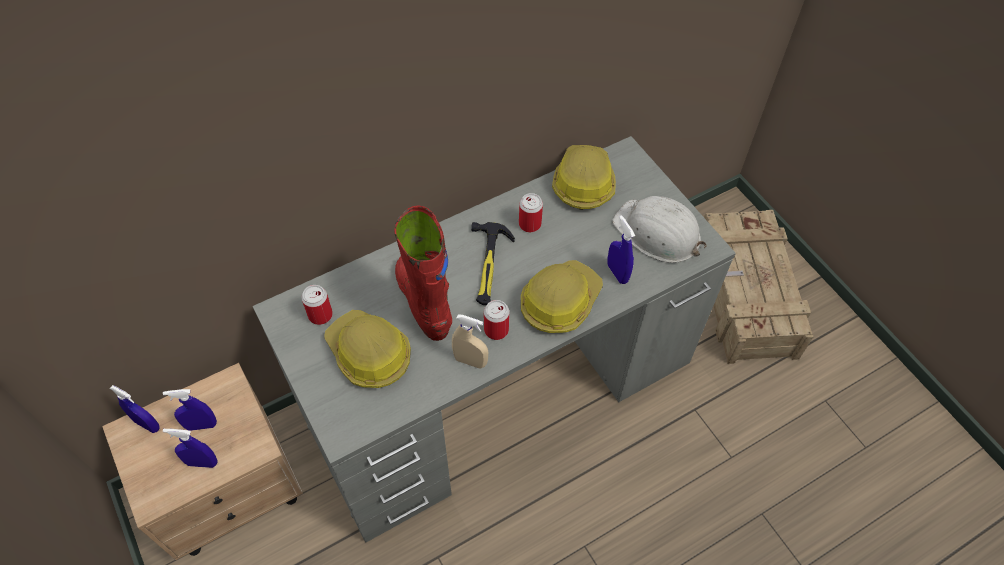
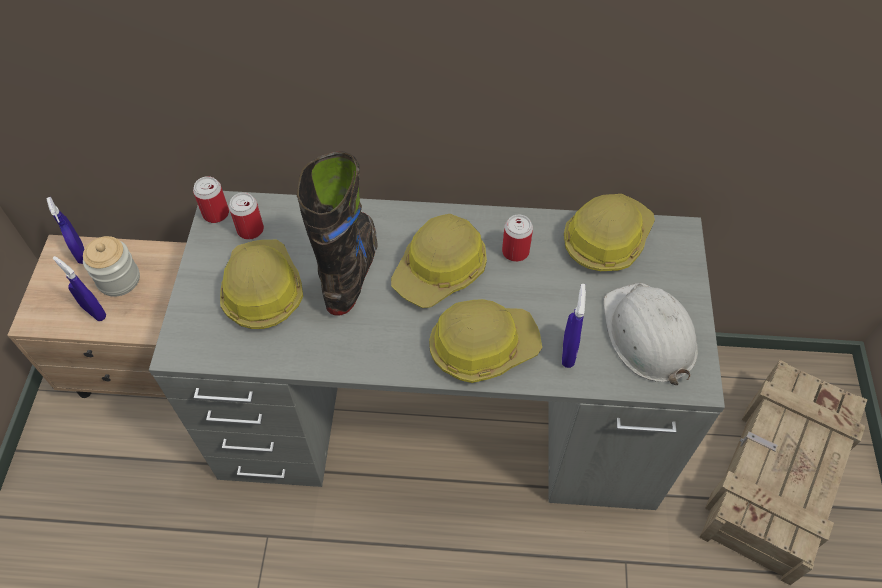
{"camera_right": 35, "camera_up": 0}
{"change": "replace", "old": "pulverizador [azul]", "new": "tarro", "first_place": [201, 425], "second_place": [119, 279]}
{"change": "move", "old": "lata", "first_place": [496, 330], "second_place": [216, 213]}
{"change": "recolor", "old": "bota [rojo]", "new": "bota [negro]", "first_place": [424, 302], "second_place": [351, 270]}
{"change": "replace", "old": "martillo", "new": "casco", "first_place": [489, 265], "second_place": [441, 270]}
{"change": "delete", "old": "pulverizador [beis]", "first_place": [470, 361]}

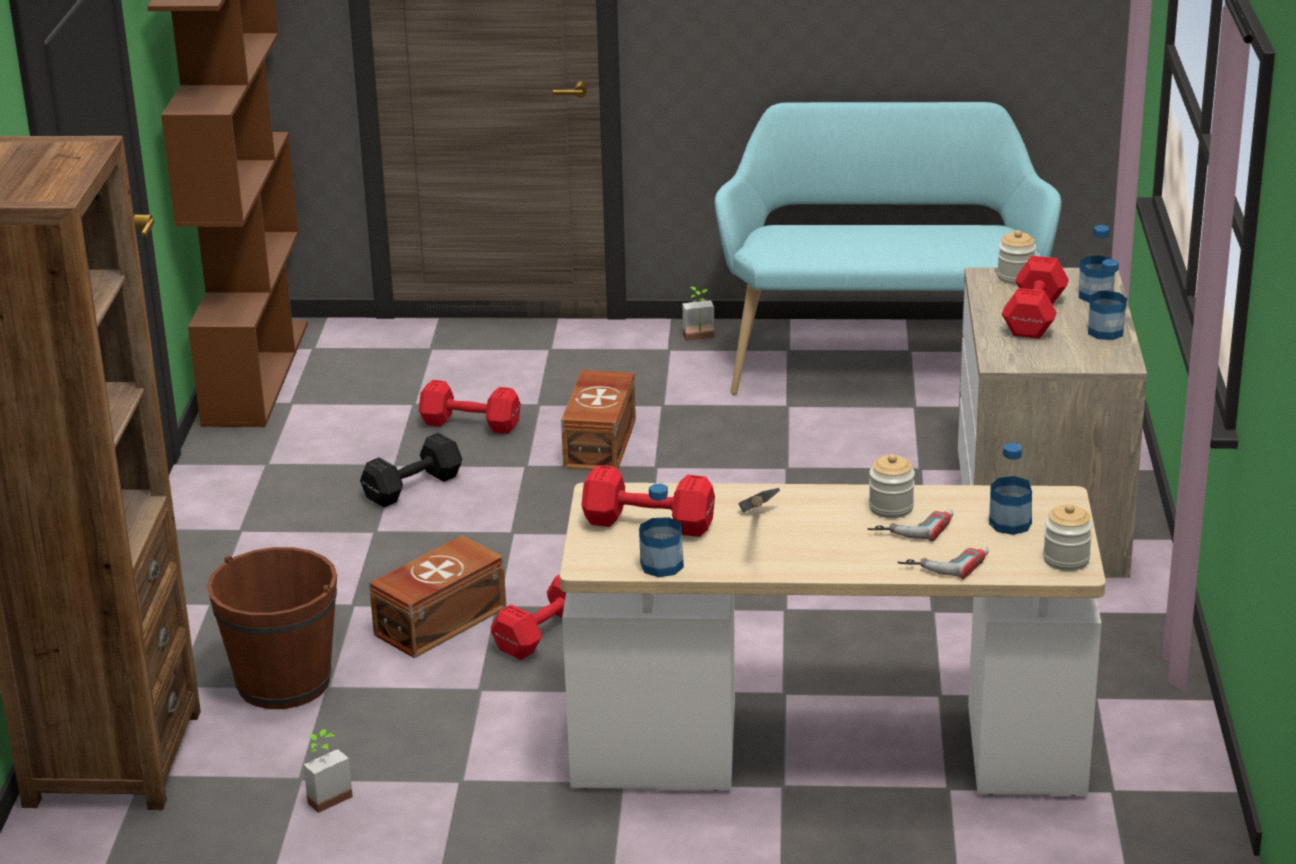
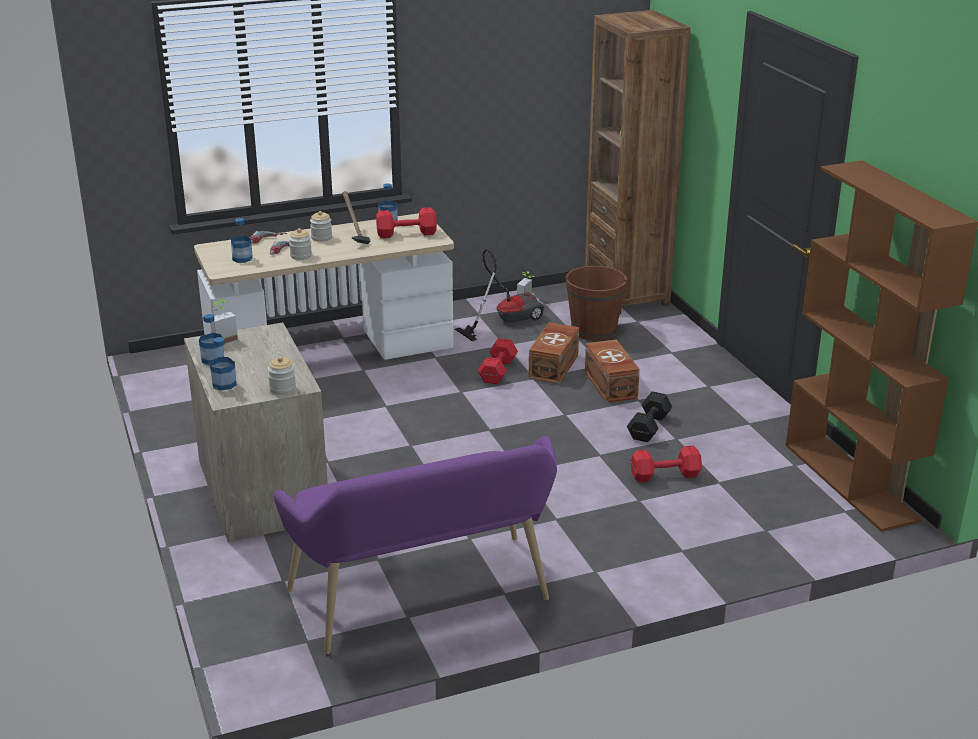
{"camera_right": 155, "camera_up": 0}
{"change": "move", "old": "planta en maceta", "first_place": [700, 339], "second_place": [222, 338]}
{"change": "recolor", "old": "banco [turquesa]", "new": "banco [morado]", "first_place": [882, 359], "second_place": [425, 601]}
{"change": "move", "old": "tarro", "first_place": [1066, 559], "second_place": [321, 238]}
{"change": "insert", "new": "aspiradora", "second_place": [505, 320]}
{"change": "move", "old": "caja de almacenaje [marrón]", "first_place": [602, 443], "second_place": [610, 385]}
{"change": "delete", "old": "mancuerna [rojo]", "first_place": [1033, 318]}

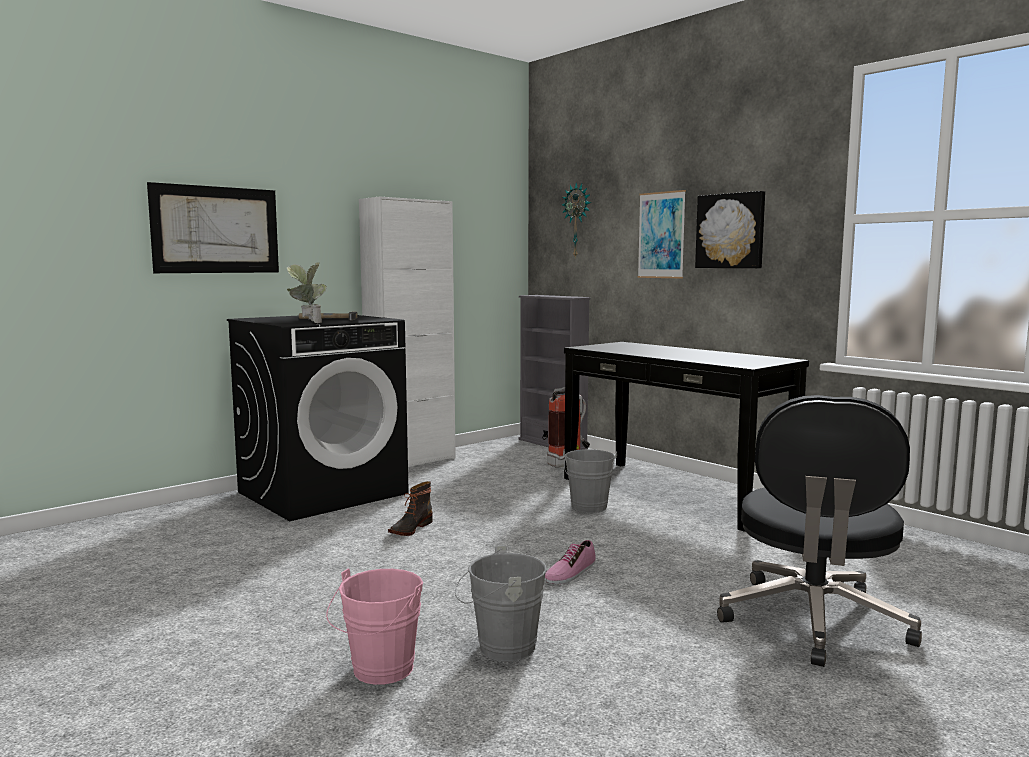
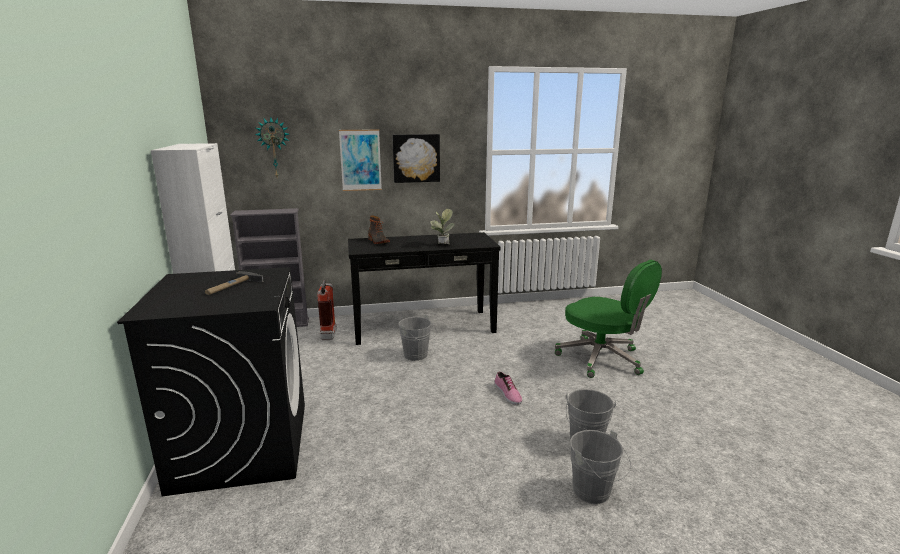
{"camera_right": -60, "camera_up": 10}
{"change": "move", "old": "bota", "first_place": [410, 528], "second_place": [378, 241]}
{"change": "move", "old": "planta en maceta", "first_place": [307, 323], "second_place": [442, 245]}
{"change": "recolor", "old": "silla de oficina [negro]", "new": "silla de oficina [verde]", "first_place": [813, 622], "second_place": [602, 359]}
{"change": "recolor", "old": "cubo [rosa]", "new": "cubo [gris]", "first_place": [379, 672], "second_place": [594, 493]}
{"change": "delete", "old": "cuadro", "first_place": [216, 230]}

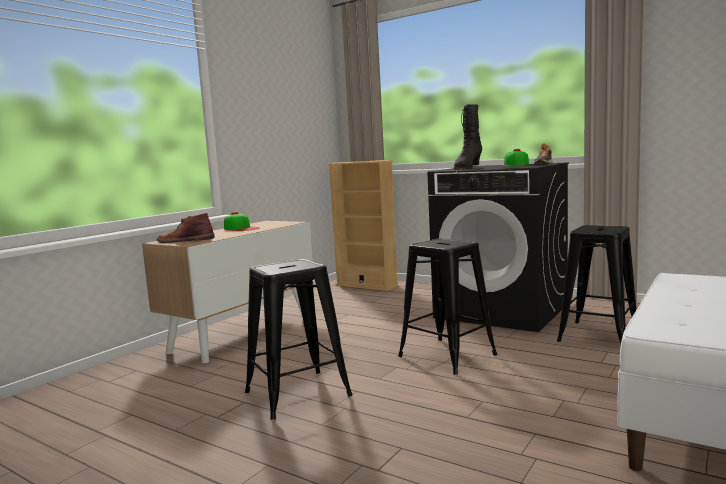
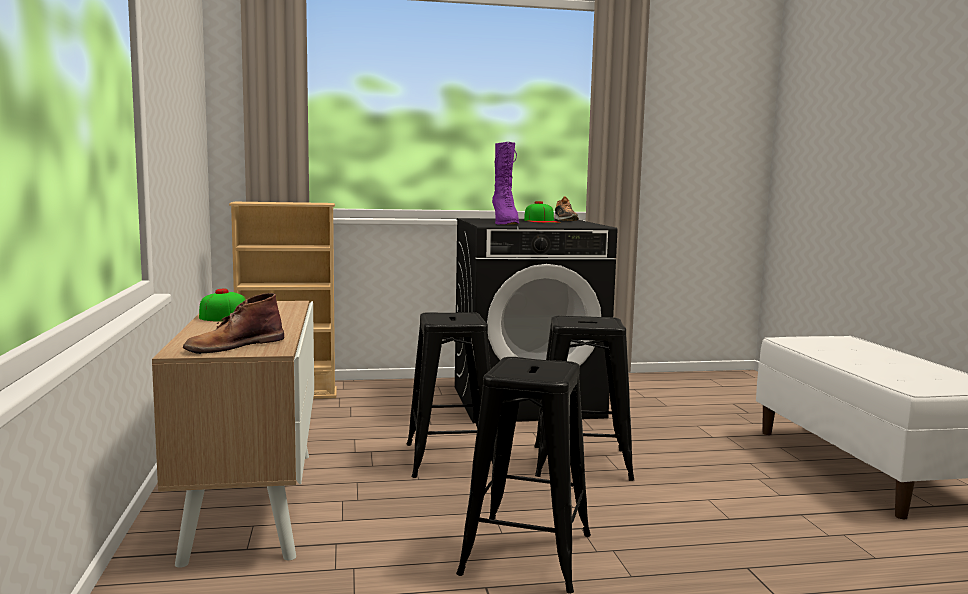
{"camera_right": -45, "camera_up": 0}
{"change": "move", "old": "taburete [negro]", "first_place": [598, 335], "second_place": [450, 458]}
{"change": "recolor", "old": "bota [negro]", "new": "bota [morado]", "first_place": [467, 168], "second_place": [505, 223]}

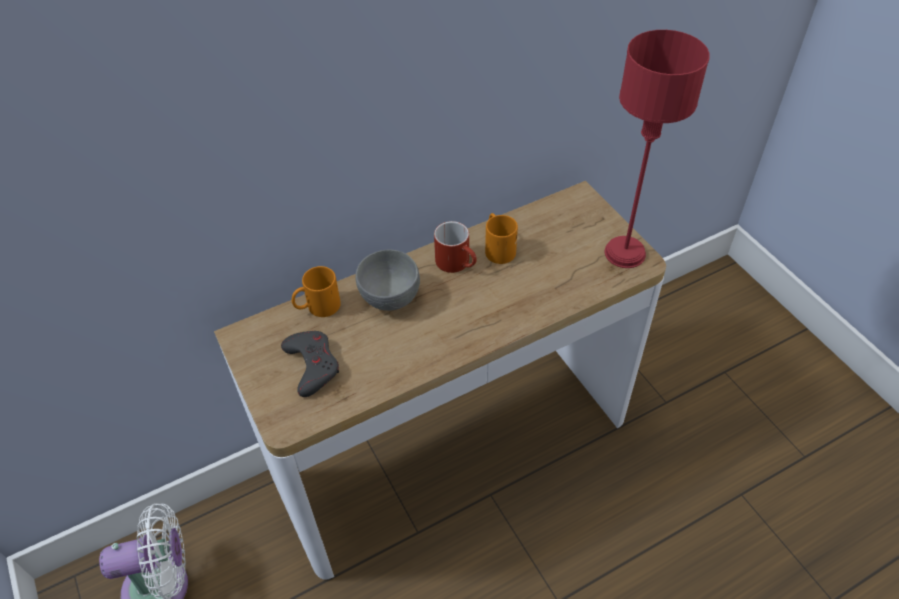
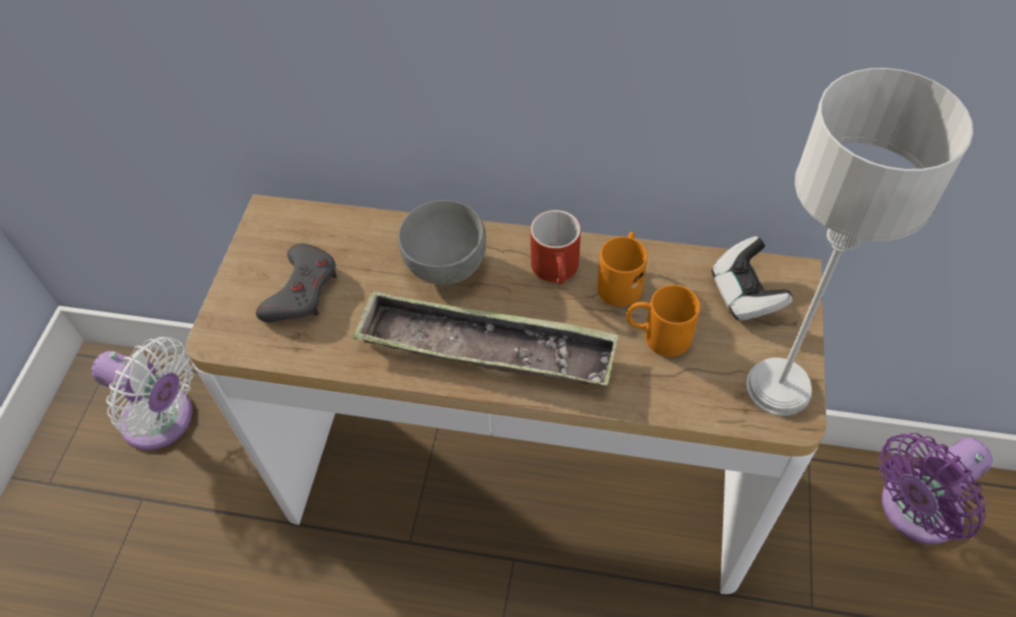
{"camera_right": 40, "camera_up": 5}
{"change": "insert", "new": "bandeja", "second_place": [485, 348]}
{"change": "move", "old": "taza grande [naranja]", "first_place": [317, 307], "second_place": [657, 336]}
{"change": "insert", "new": "mando de consola", "second_place": [745, 294]}
{"change": "recolor", "old": "lámpara de mesa [rojo]", "new": "lámpara de mesa [gris]", "first_place": [625, 252], "second_place": [779, 386]}
{"change": "insert", "new": "ventilador [morado]", "second_place": [914, 511]}

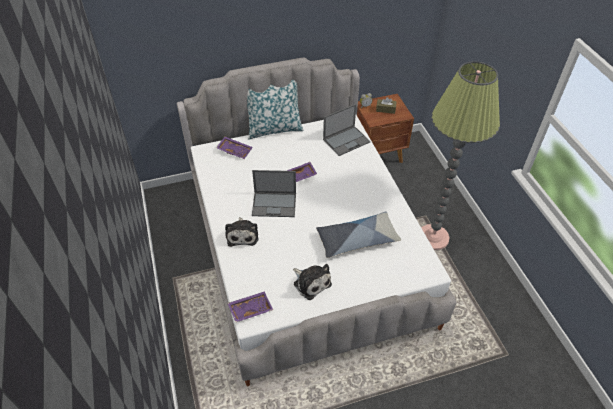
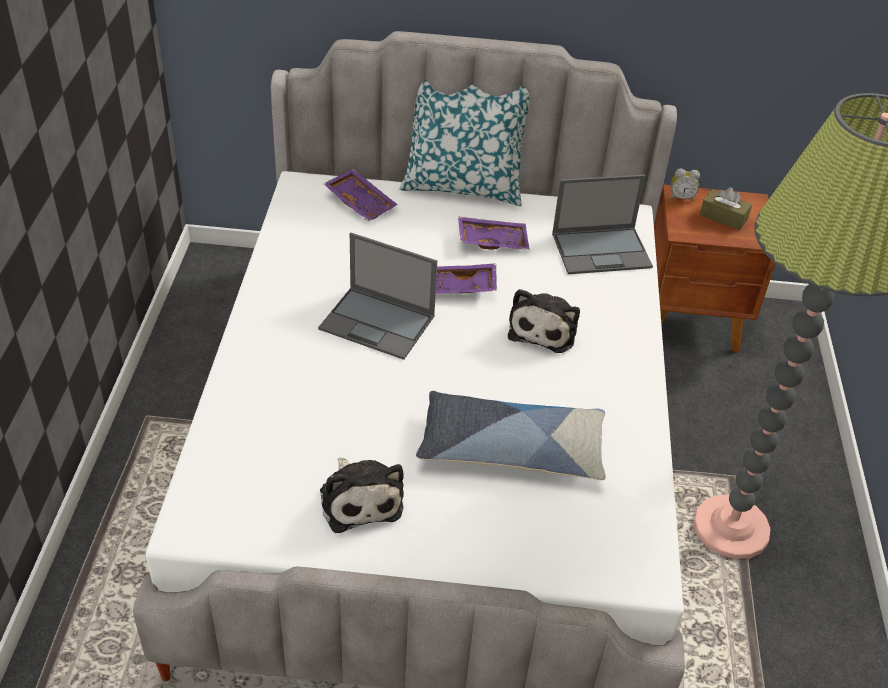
{"camera_right": 20, "camera_up": -5}
{"change": "move", "old": "bandeja [morado]", "first_place": [250, 309], "second_place": [492, 240]}
{"change": "move", "old": "peluche", "first_place": [242, 235], "second_place": [544, 329]}

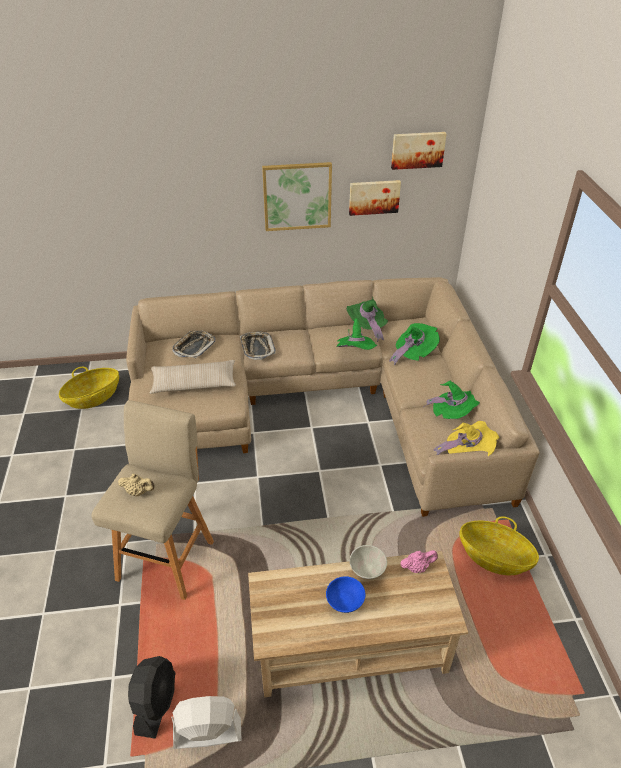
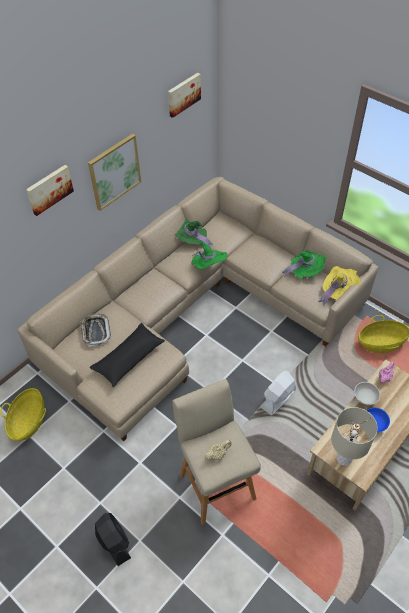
{"camera_right": -40, "camera_up": 10}
{"change": "move", "old": "cuadro", "first_place": [374, 197], "second_place": [49, 189]}
{"change": "recolor", "old": "cojín [beis]", "new": "cojín [negro]", "first_place": [194, 383], "second_place": [129, 358]}
{"change": "move", "old": "ventilador [negro]", "first_place": [156, 703], "second_place": [114, 542]}
{"change": "move", "old": "ventilador [blanco]", "first_place": [207, 733], "second_place": [278, 399]}
{"change": "insert", "new": "lámpara de mesa [beis]", "second_place": [343, 458]}
{"change": "delete", "old": "bandeja", "first_place": [257, 348]}
{"change": "delete", "old": "sombrero [verde]", "first_place": [413, 354]}

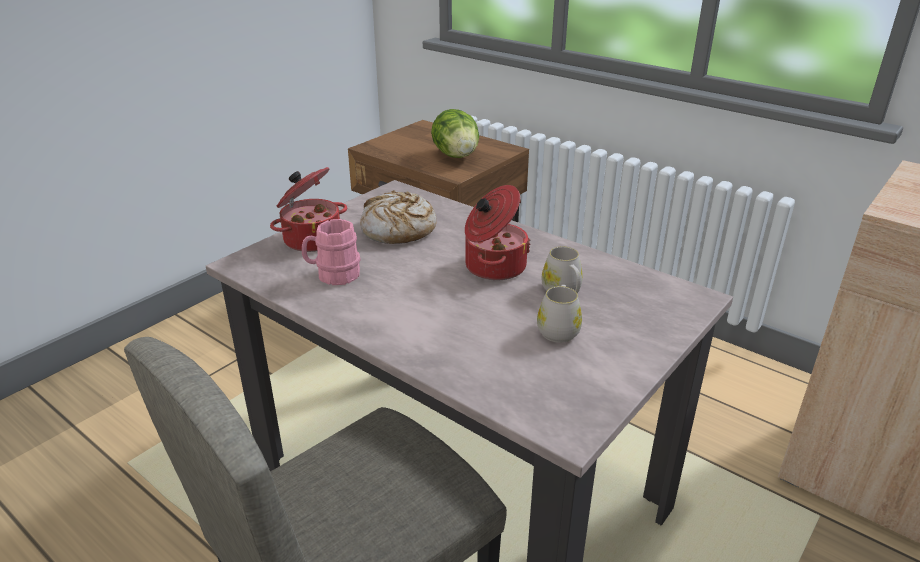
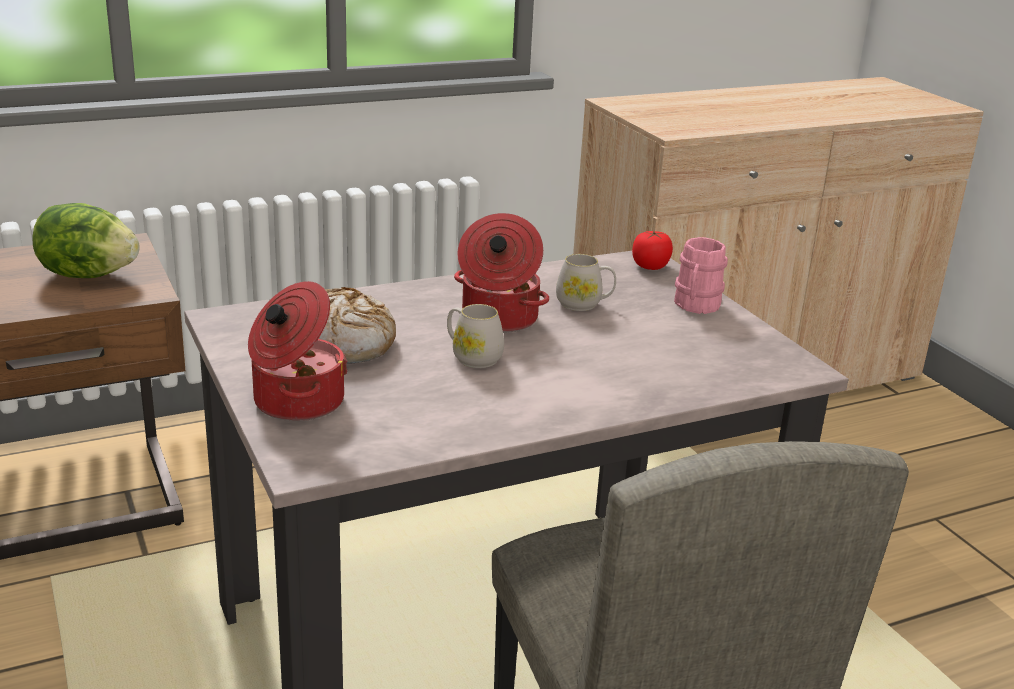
{"camera_right": -65, "camera_up": -5}
{"change": "move", "old": "taza grande [blanco]", "first_place": [558, 329], "second_place": [472, 357]}
{"change": "insert", "new": "tomate", "second_place": [650, 266]}
{"change": "move", "old": "taza grande [rosa]", "first_place": [333, 275], "second_place": [695, 306]}

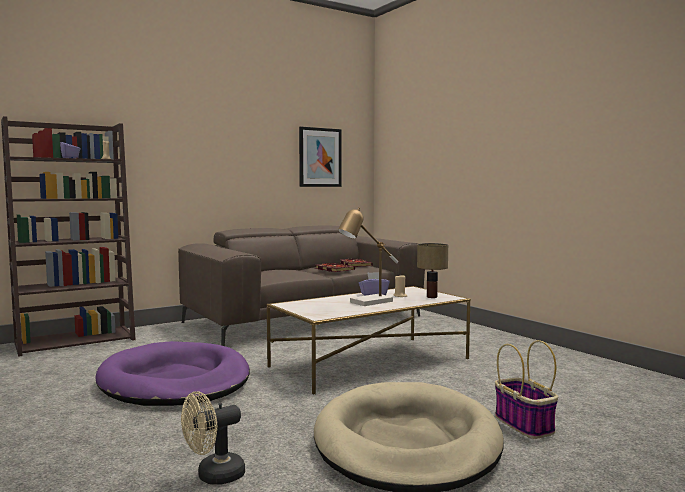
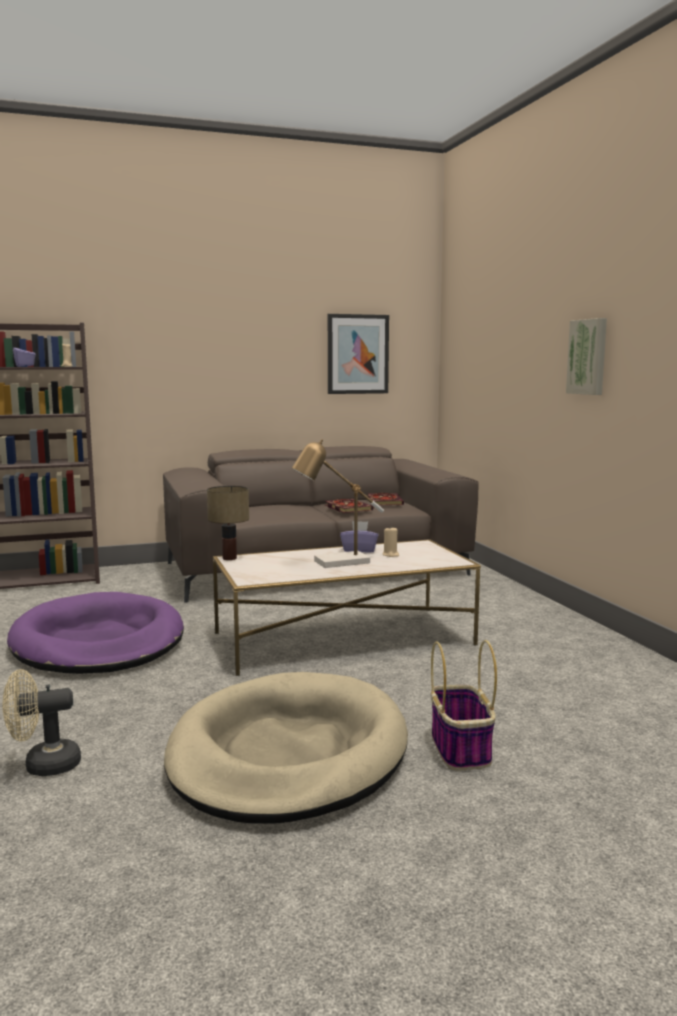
{"camera_right": 15, "camera_up": 5}
{"change": "move", "old": "lámpara de mesa", "first_place": [431, 297], "second_place": [229, 558]}
{"change": "insert", "new": "cuadro", "second_place": [588, 357]}

